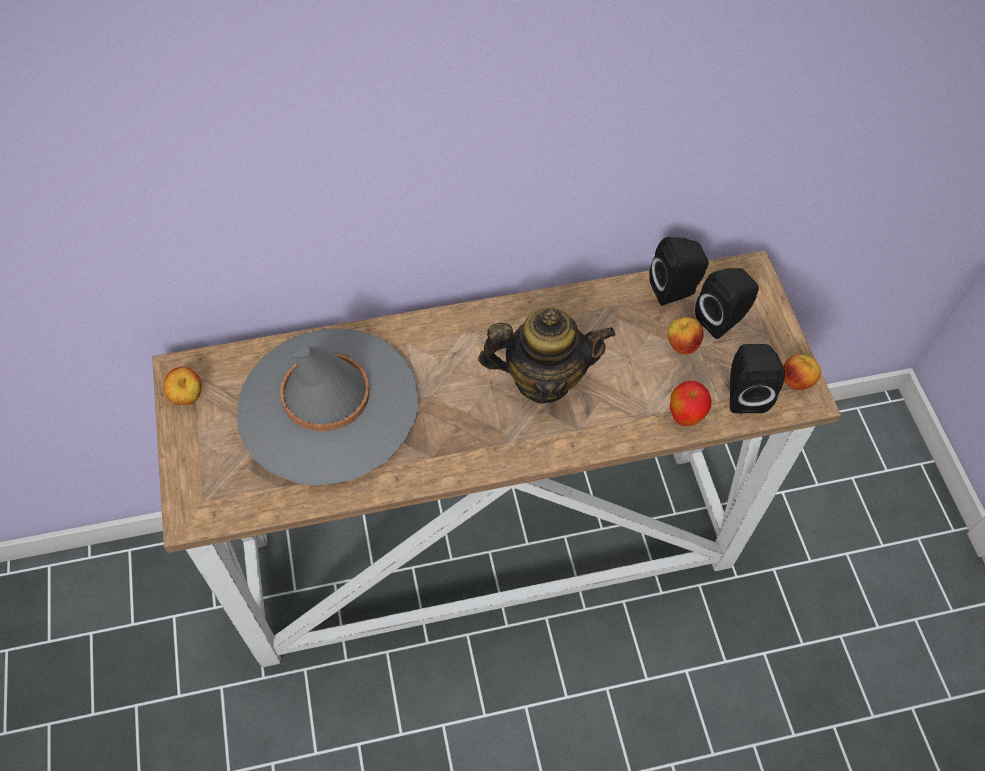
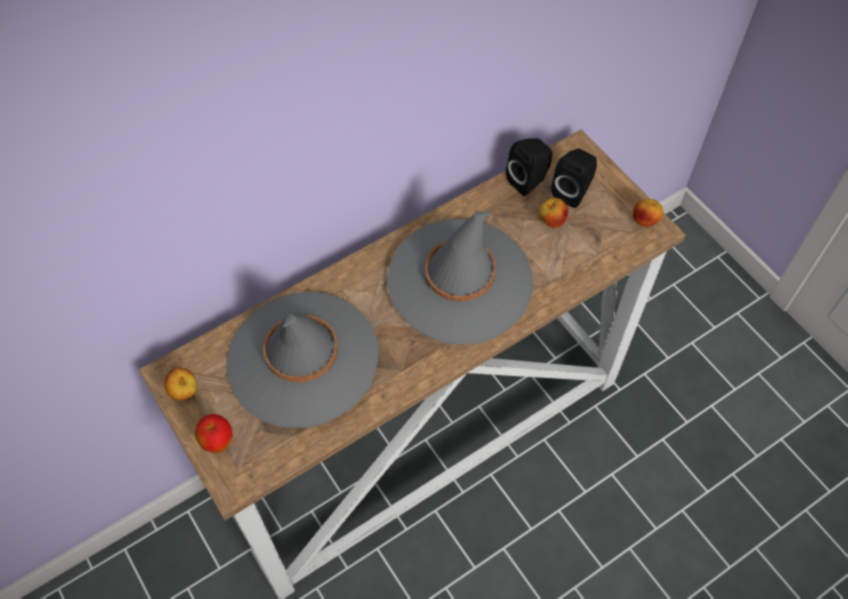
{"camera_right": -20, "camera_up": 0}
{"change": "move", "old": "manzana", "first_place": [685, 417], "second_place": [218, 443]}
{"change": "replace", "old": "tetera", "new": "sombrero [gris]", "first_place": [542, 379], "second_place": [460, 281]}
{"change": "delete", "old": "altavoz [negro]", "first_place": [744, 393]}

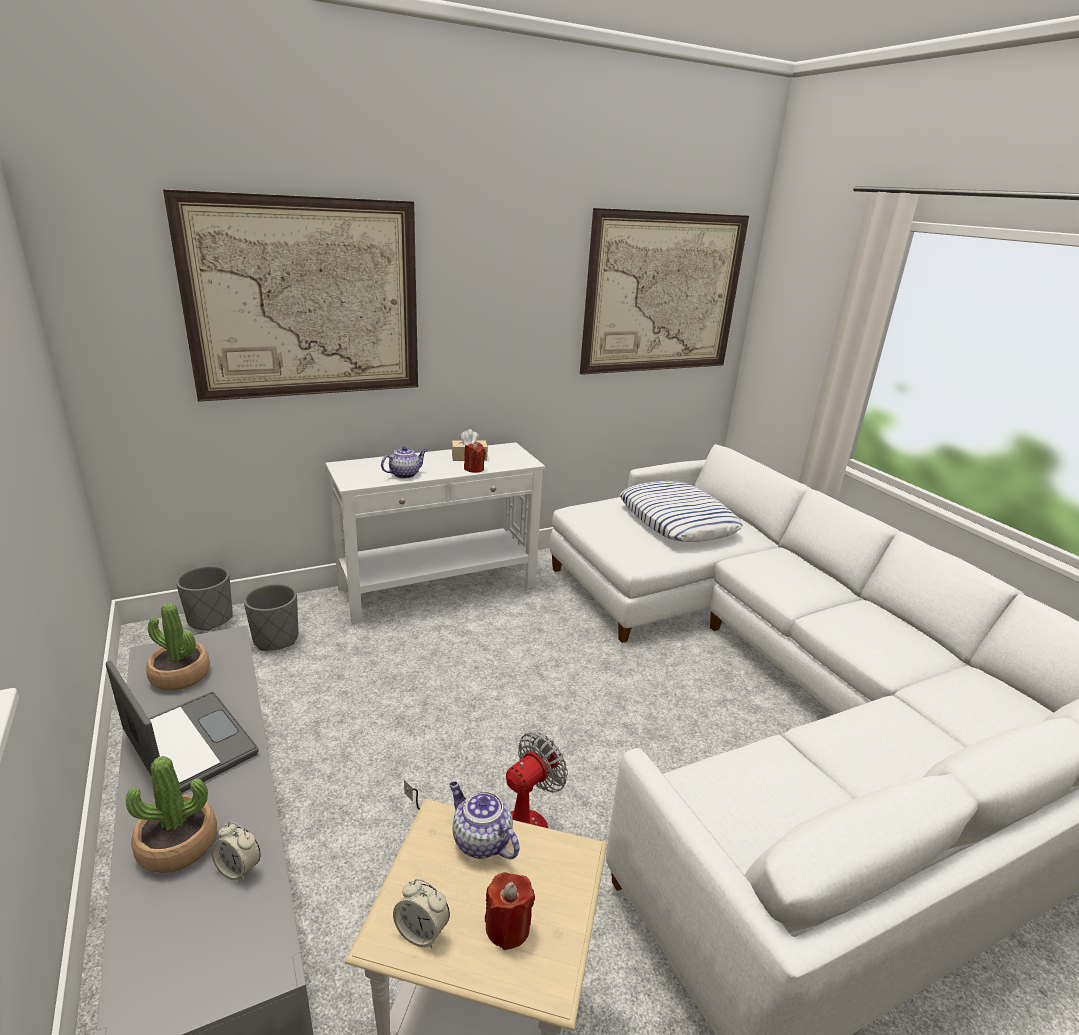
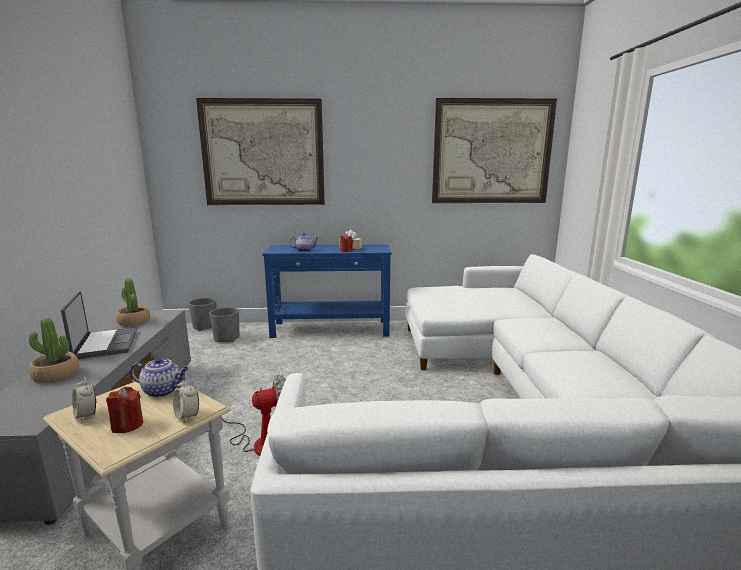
{"camera_right": 25, "camera_up": -10}
{"change": "rotate", "old": "tetera", "first_place": [480, 841], "second_place": [163, 391], "degrees": 120}
{"change": "move", "old": "despertador", "first_place": [239, 868], "second_place": [187, 416]}
{"change": "recolor", "old": "mesa consola [blanco]", "new": "mesa consola [azul]", "first_place": [439, 587], "second_place": [331, 329]}
{"change": "delete", "old": "cojín", "first_place": [677, 520]}

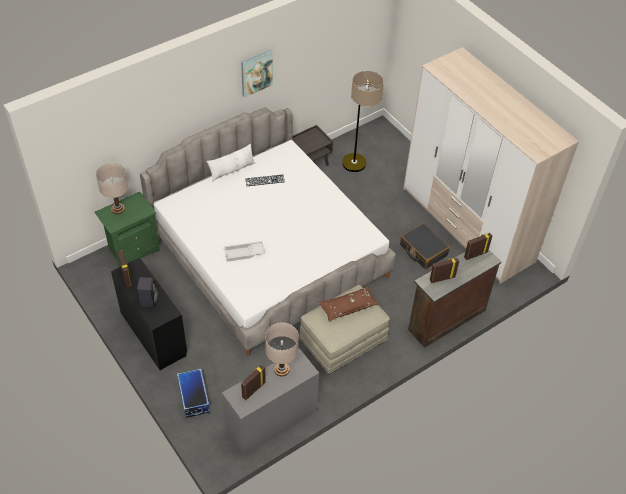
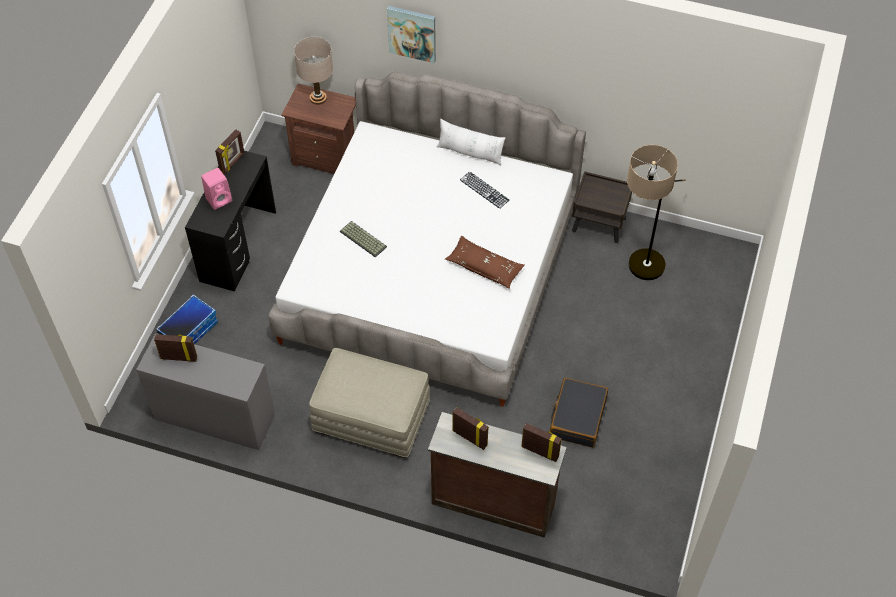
{"camera_right": 55, "camera_up": 5}
{"change": "recolor", "old": "altavoz [negro]", "new": "altavoz [rosa]", "first_place": [148, 299], "second_place": [219, 199]}
{"change": "recolor", "old": "mesita de noche [verde]", "new": "mesita de noche [marrón]", "first_place": [133, 250], "second_place": [326, 157]}
{"change": "replace", "old": "bandeja [blanco]", "new": "teclado", "first_place": [244, 253], "second_place": [362, 239]}
{"change": "move", "old": "cuadro", "first_place": [256, 72], "second_place": [412, 33]}
{"change": "move", "old": "cojín [marrón]", "first_place": [348, 307], "second_place": [484, 267]}
{"change": "delete", "old": "lámpara de mesa [beis]", "first_place": [281, 370]}
{"change": "delete", "old": "armario ropero", "first_place": [467, 225]}

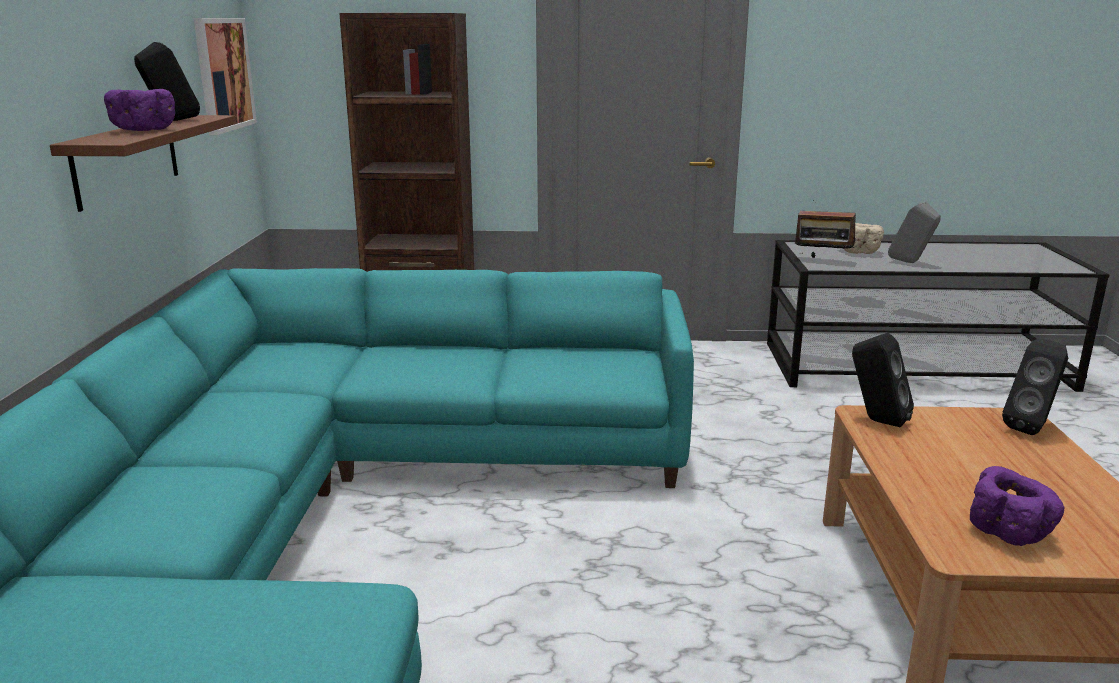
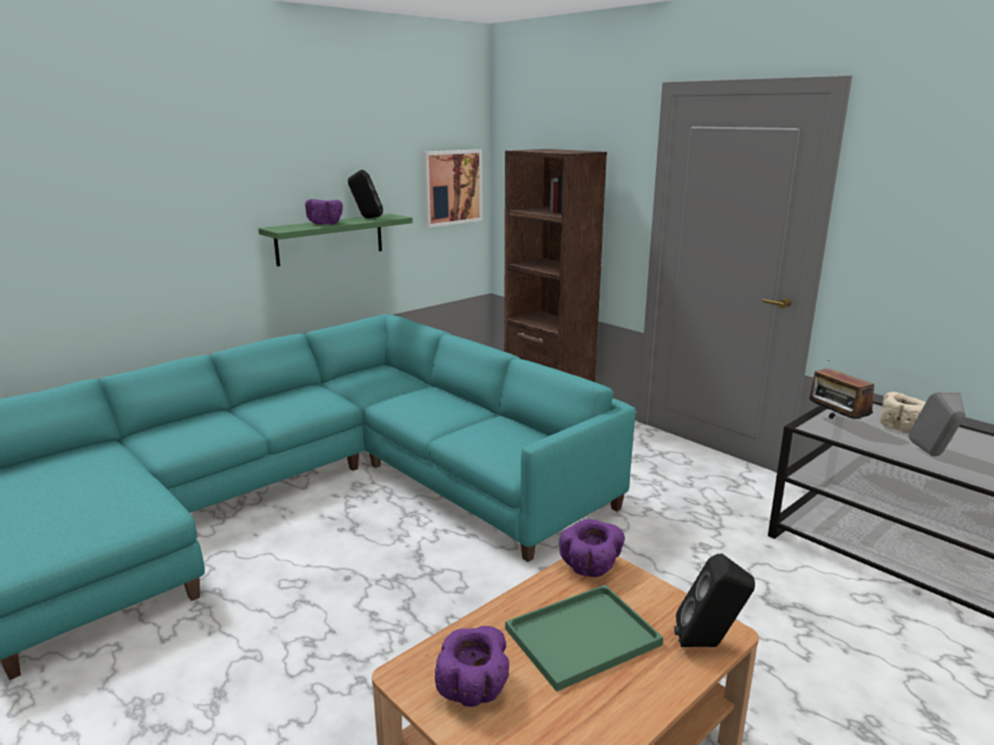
{"camera_right": 45, "camera_up": 0}
{"change": "recolor", "old": "estante [marrón]", "new": "estante [verde]", "first_place": [127, 160], "second_place": [330, 239]}
{"change": "insert", "new": "bandeja [verde]", "second_place": [584, 635]}
{"change": "replace", "old": "altavoz [negro]", "new": "cuenco [morado]", "first_place": [876, 421], "second_place": [591, 568]}

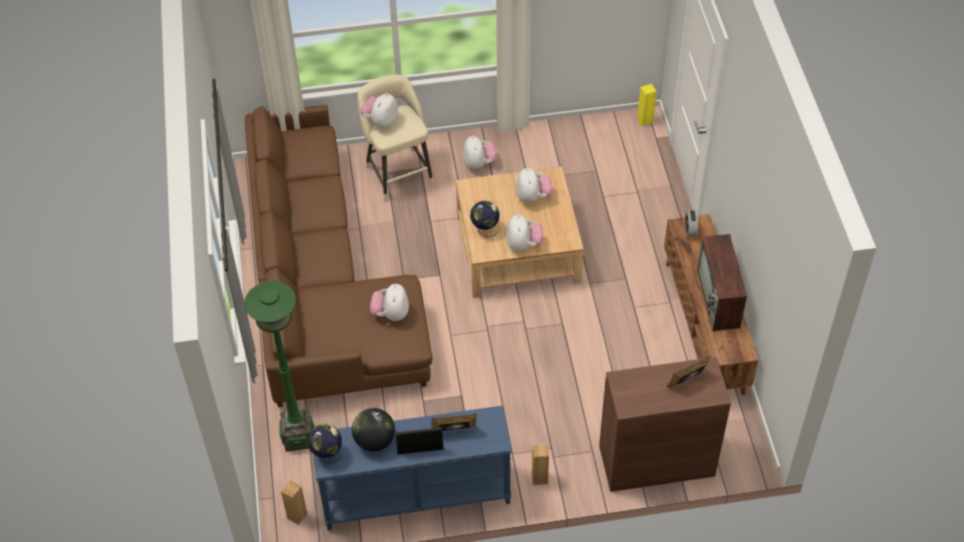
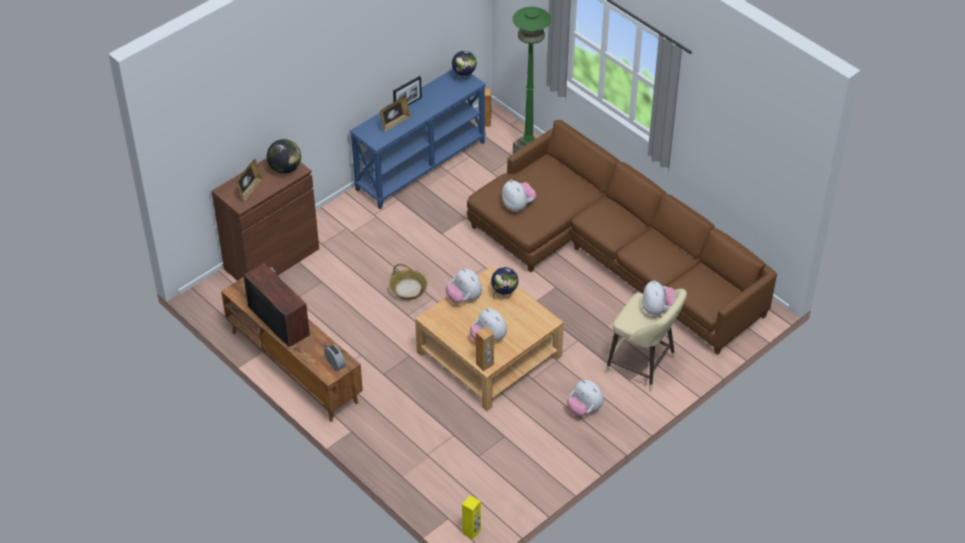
{"camera_right": 145, "camera_up": -5}
{"change": "move", "old": "globo terráqueo", "first_place": [374, 441], "second_place": [285, 168]}
{"change": "insert", "new": "cesta", "second_place": [408, 289]}
{"change": "move", "old": "altavoz [marrón]", "first_place": [539, 478], "second_place": [485, 364]}

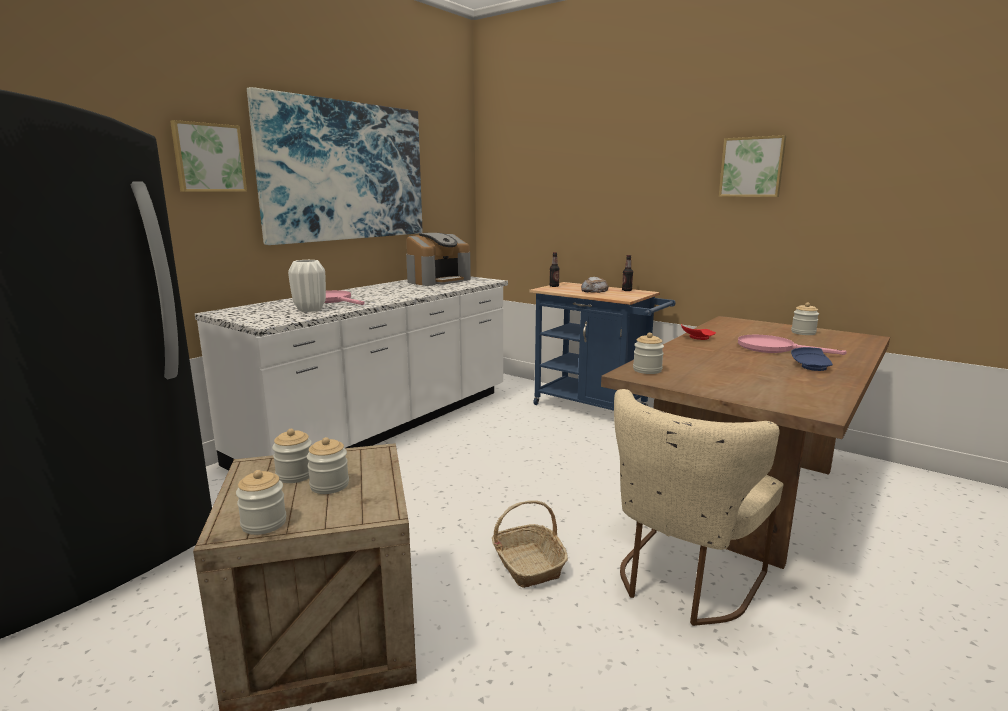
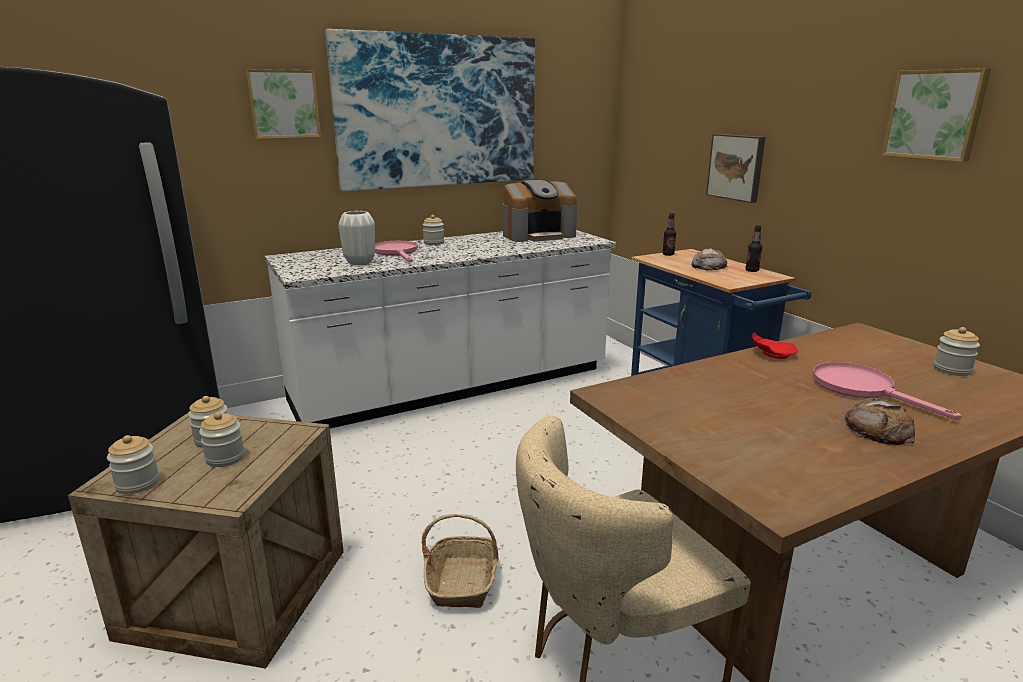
{"camera_right": 25, "camera_up": 5}
{"change": "move", "old": "tarro", "first_place": [647, 370], "second_place": [433, 243]}
{"change": "insert", "new": "cuadro", "second_place": [737, 167]}
{"change": "replace", "old": "plato [azul]", "new": "pan", "first_place": [812, 366], "second_place": [878, 430]}

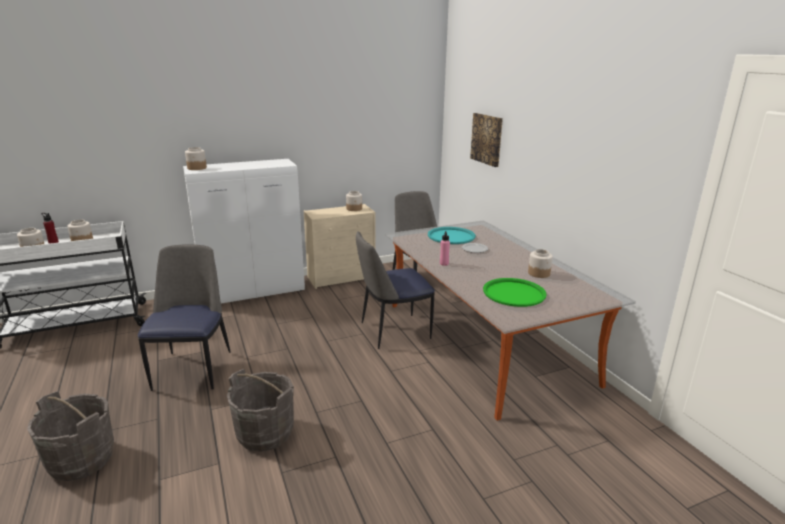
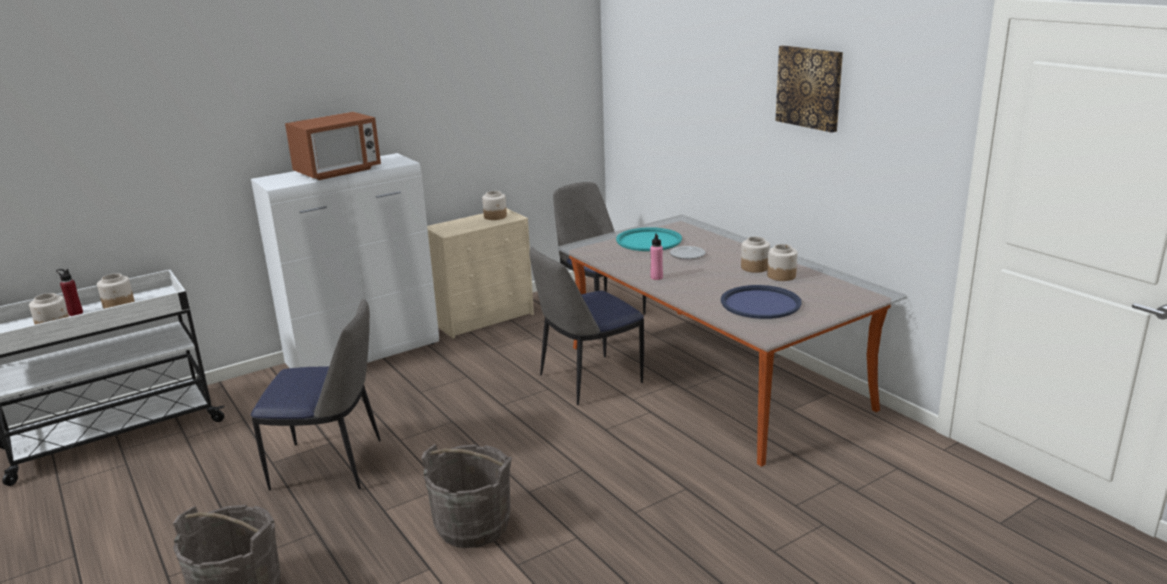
{"camera_right": -10, "camera_up": 0}
{"change": "rotate", "old": "silla", "first_place": [193, 368], "second_place": [331, 465], "degrees": 105}
{"change": "insert", "new": "microondas", "second_place": [338, 172]}
{"change": "recolor", "old": "bandeja [verde]", "new": "bandeja [azul]", "first_place": [514, 293], "second_place": [760, 303]}
{"change": "move", "old": "tarro", "first_place": [196, 168], "second_place": [754, 267]}
{"change": "move", "old": "cuadro", "first_place": [487, 139], "second_place": [810, 87]}

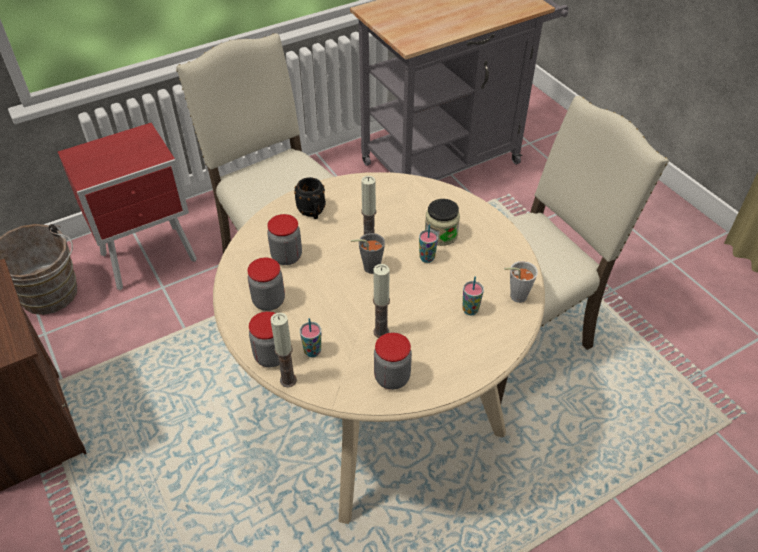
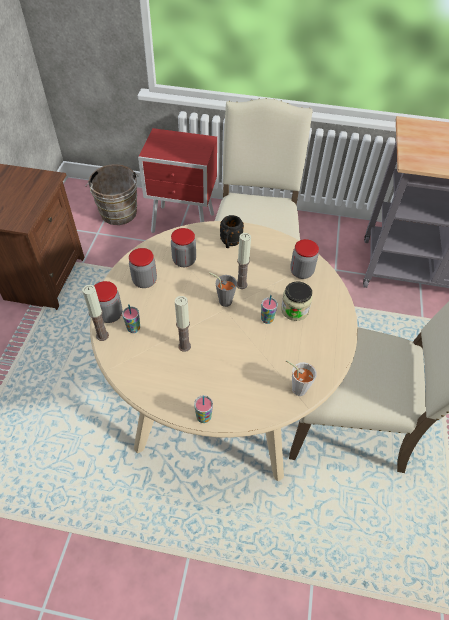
{"camera_right": 40, "camera_up": 5}
{"change": "move", "old": "taza", "first_place": [470, 310], "second_place": [203, 417]}
{"change": "move", "old": "tarro", "first_place": [392, 377], "second_place": [301, 272]}

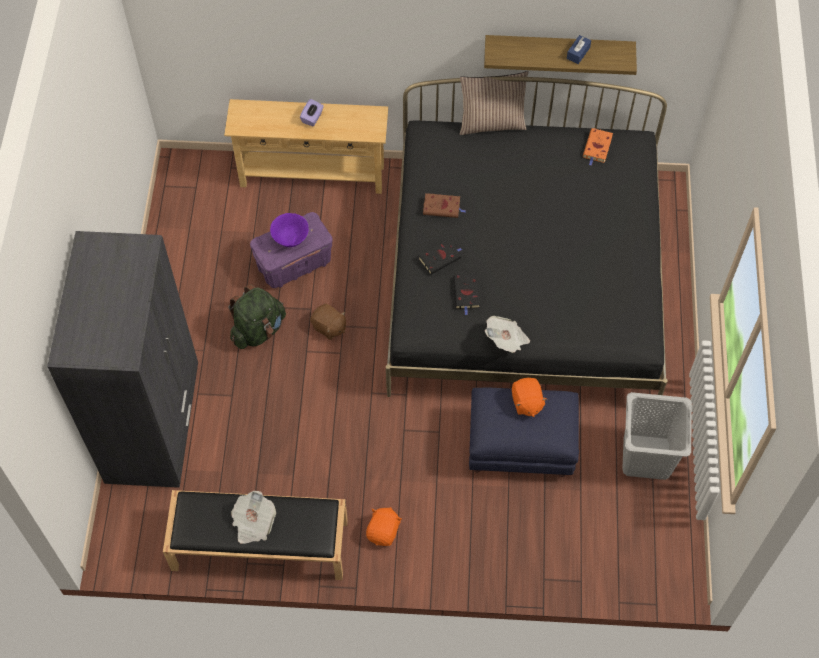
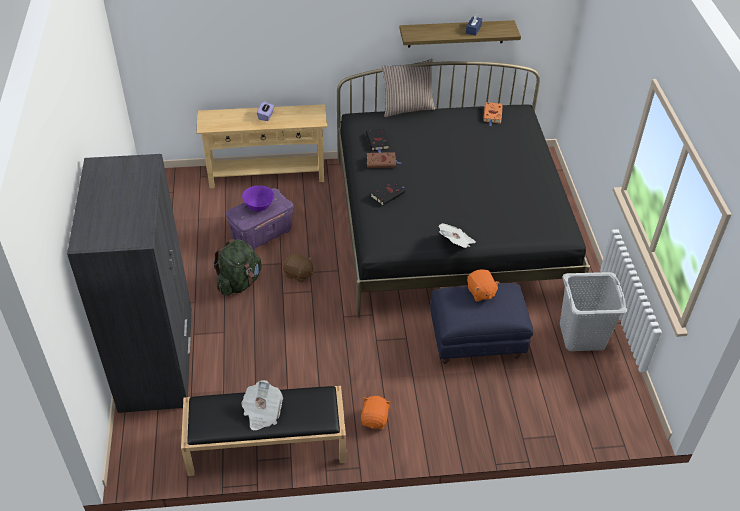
{"camera_right": -10, "camera_up": -15}
{"change": "move", "old": "libro [negro]", "first_place": [466, 294], "second_place": [378, 142]}

